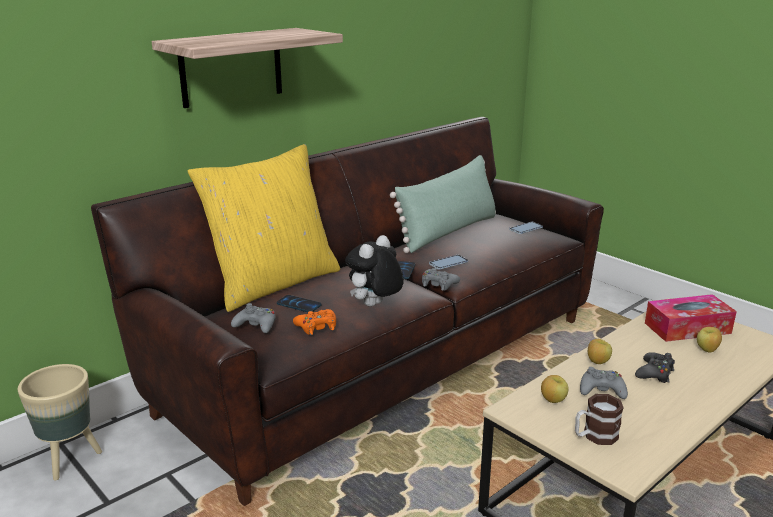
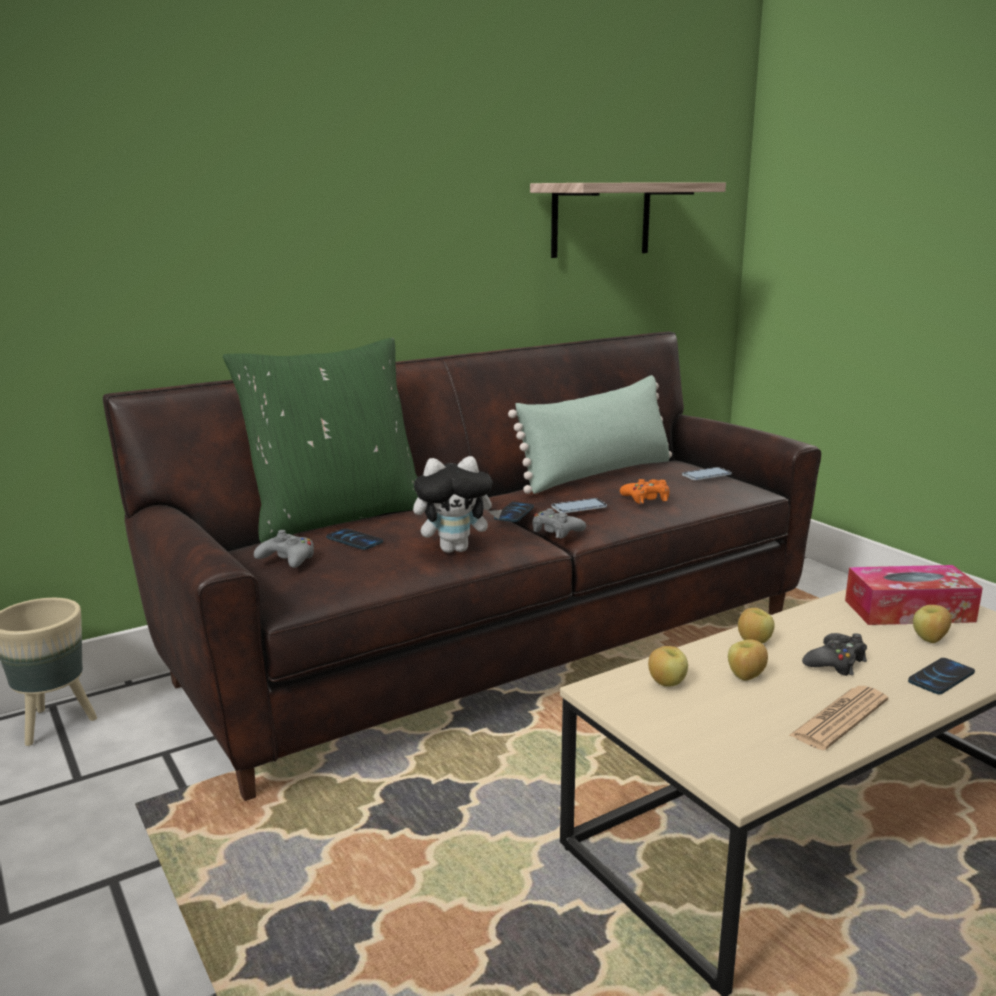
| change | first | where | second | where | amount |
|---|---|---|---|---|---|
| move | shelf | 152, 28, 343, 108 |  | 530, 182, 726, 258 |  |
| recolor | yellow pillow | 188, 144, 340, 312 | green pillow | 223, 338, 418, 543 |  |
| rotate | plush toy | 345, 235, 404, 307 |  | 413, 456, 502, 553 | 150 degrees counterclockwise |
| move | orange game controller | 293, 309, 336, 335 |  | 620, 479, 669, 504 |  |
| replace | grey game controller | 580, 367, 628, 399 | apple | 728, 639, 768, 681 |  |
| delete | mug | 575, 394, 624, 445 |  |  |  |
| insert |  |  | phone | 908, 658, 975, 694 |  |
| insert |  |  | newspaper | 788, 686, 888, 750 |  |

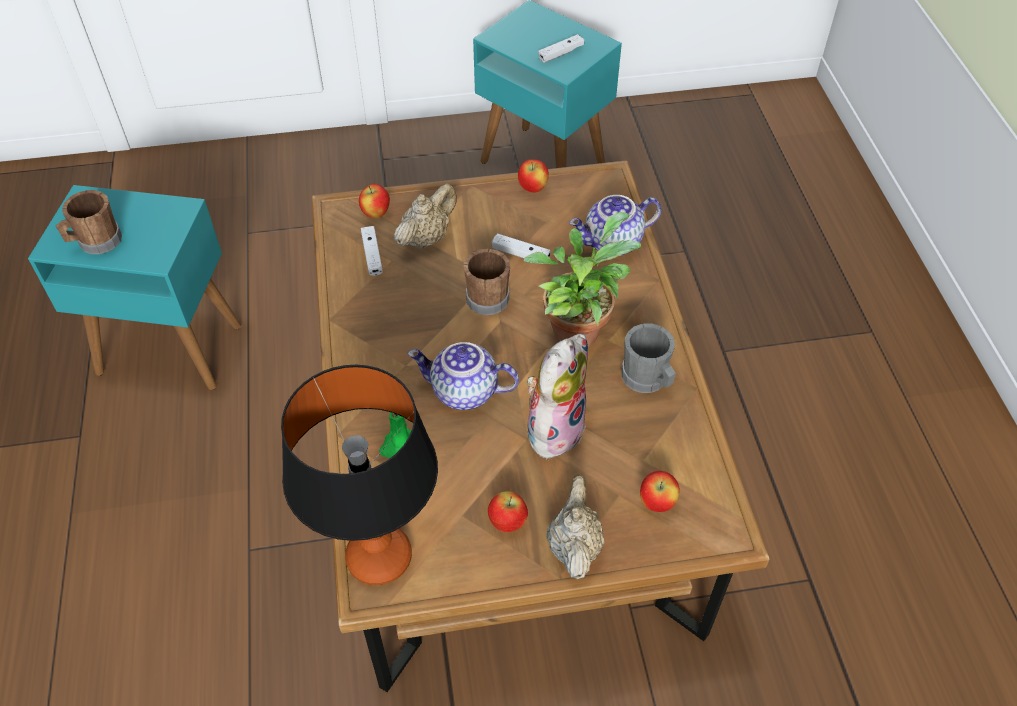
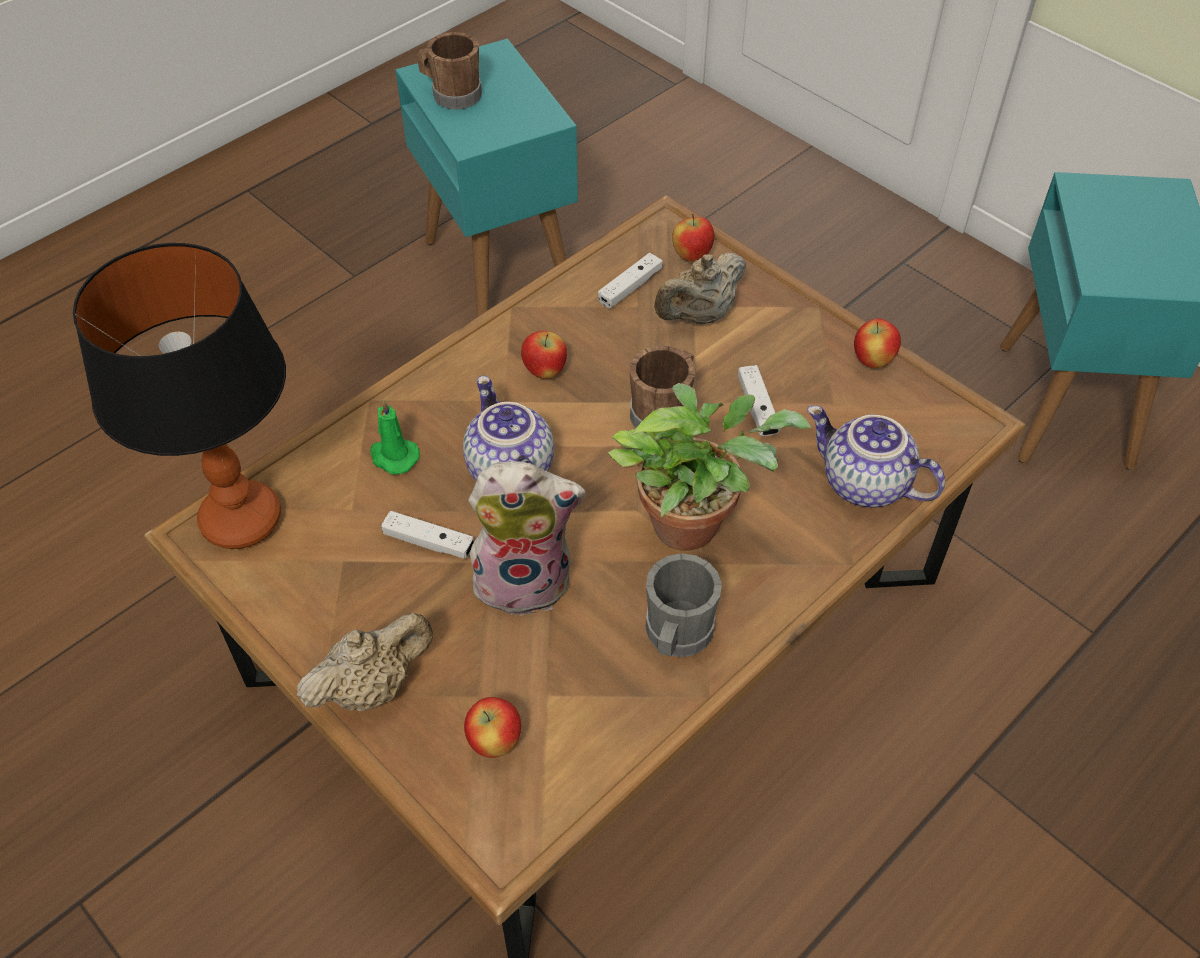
| change | first | where | second | where | amount |
|---|---|---|---|---|---|
| move | white game controller | 538, 34, 584, 63 |  | 381, 511, 474, 559 |  |
| rotate | beige teapot | 394, 183, 457, 249 |  | 654, 253, 746, 324 | 135 degrees clockwise |
| move | apple | 488, 491, 528, 532 |  | 521, 331, 567, 379 |  |

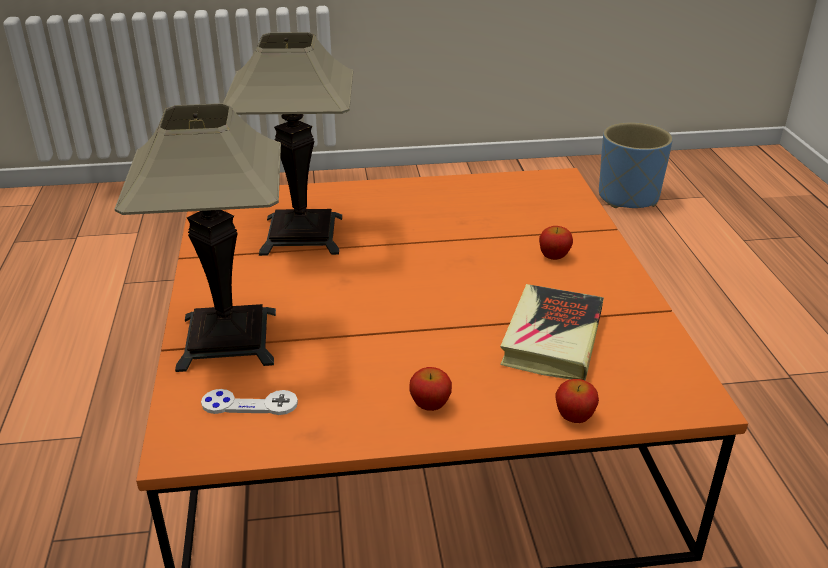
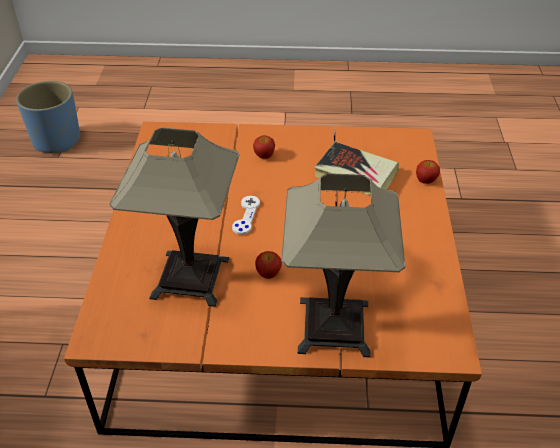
| change | first | where | second | where | amount |
|---|---|---|---|---|---|
| move | apple | 409, 367, 452, 411 |  | 255, 251, 282, 279 |  |
| move | white game controller | 201, 389, 298, 415 |  | 232, 196, 260, 235 |  |

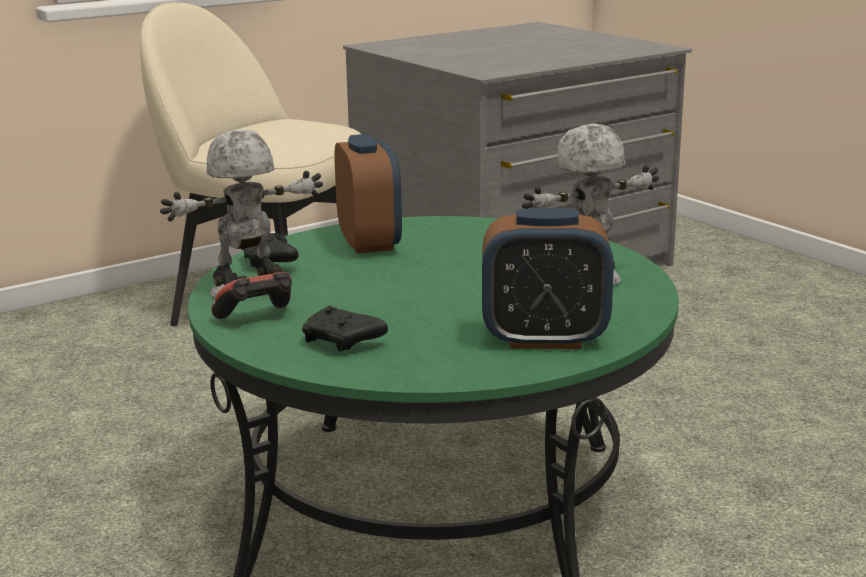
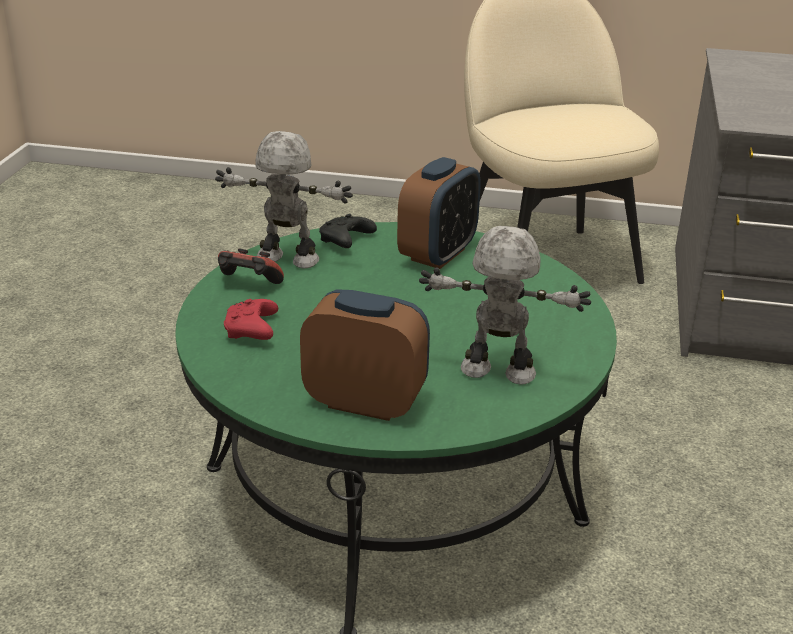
| change | first | where | second | where | amount |
|---|---|---|---|---|---|
| rotate | alarm clock | 482, 208, 614, 349 |  | 300, 289, 430, 421 | 150 degrees clockwise |
| recolor | black game controller | 302, 306, 388, 351 | red game controller | 224, 299, 278, 340 |  |

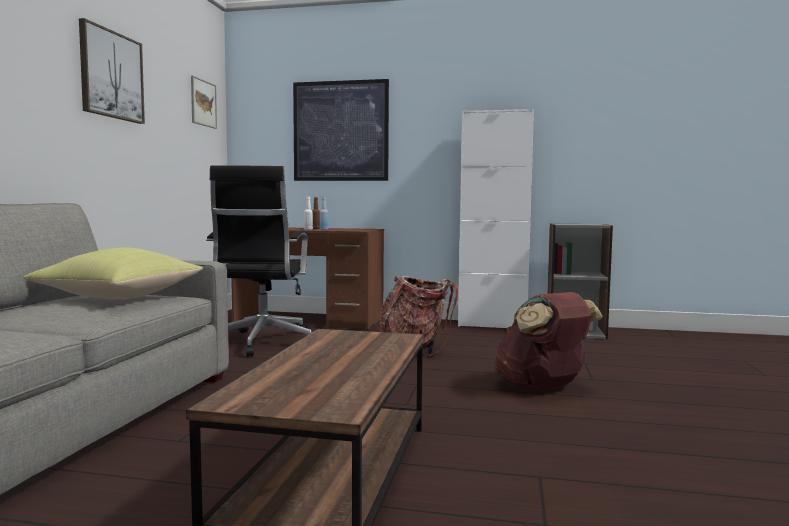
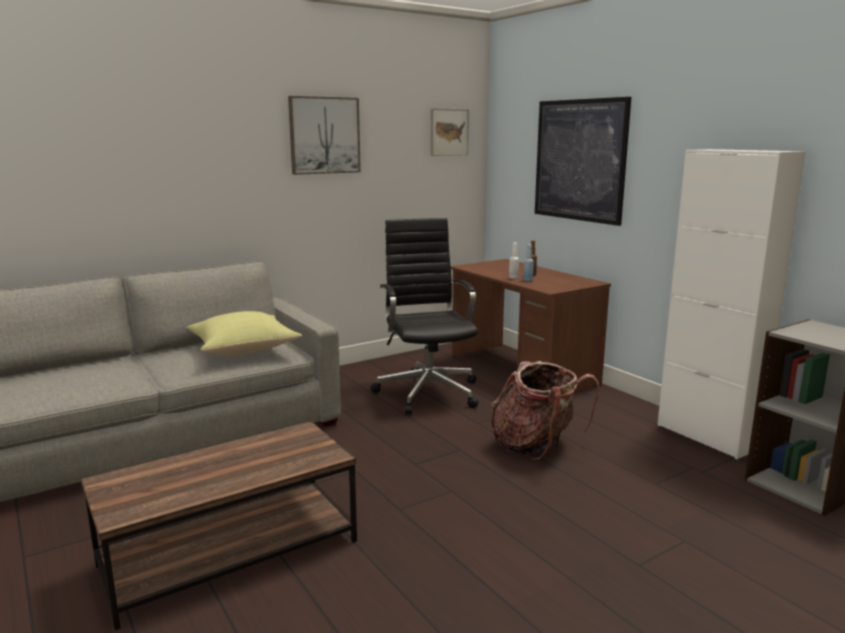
| change | first | where | second | where | amount |
|---|---|---|---|---|---|
| rotate | black office chair | 206, 165, 311, 357 |  | 370, 218, 479, 414 | 120 degrees clockwise |
| delete | brown backpack | 494, 292, 603, 390 |  |  |  |

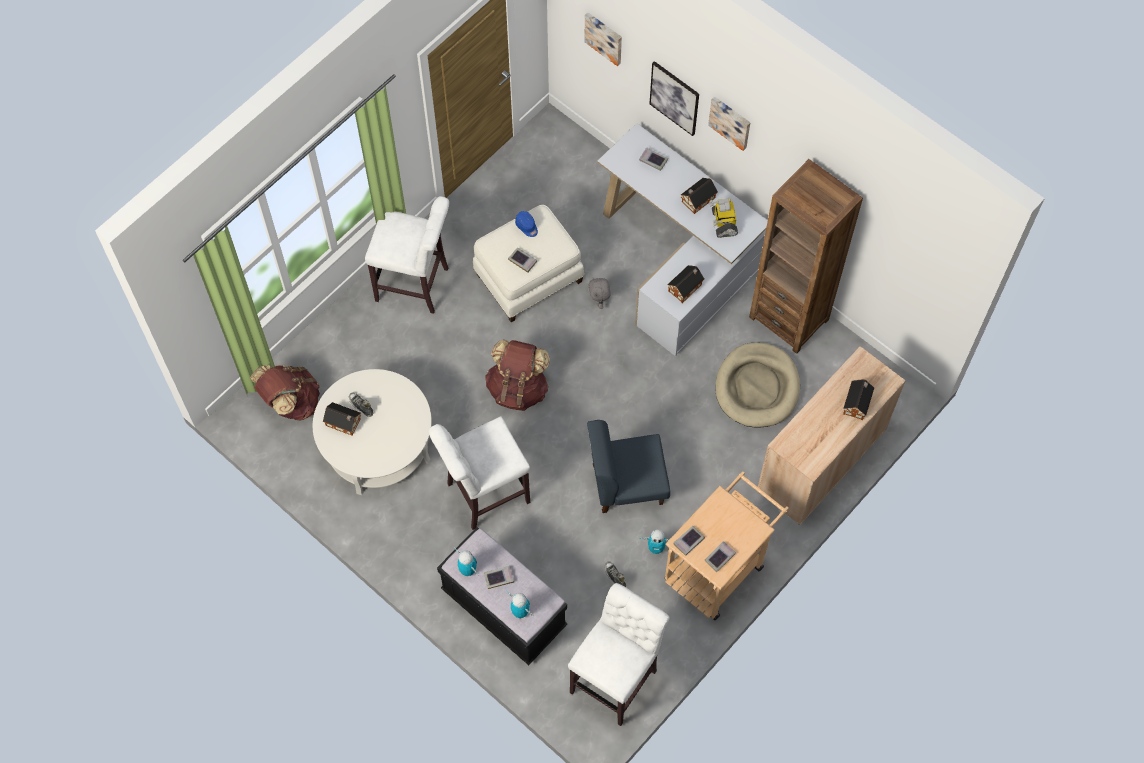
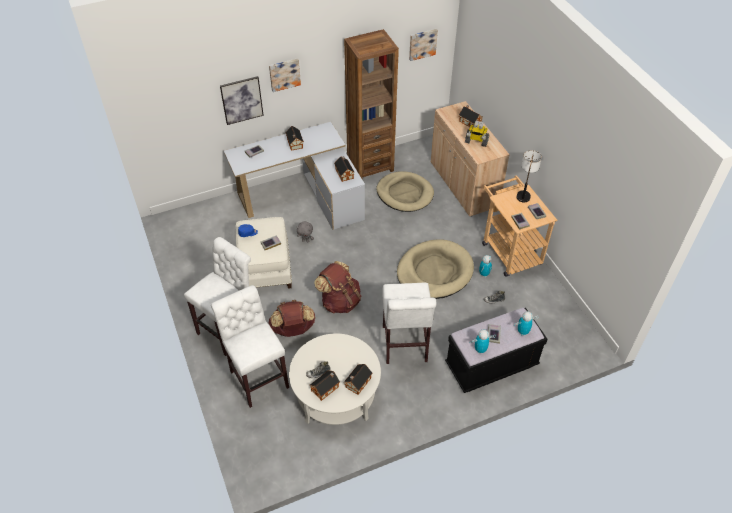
| change | first | where | second | where | amount |
|---|---|---|---|---|---|
| move | picture | 584, 13, 622, 66 |  | 409, 29, 438, 61 |  |
| move | toy robot | 709, 199, 738, 238 |  | 465, 121, 489, 147 |  |
| move | brown backpack | 250, 365, 320, 420 |  | 269, 300, 316, 337 |  |
| replace | blue chair | 587, 420, 670, 513 | beige dog bed | 397, 239, 474, 299 |  |
| move | white stool | 568, 583, 669, 726 |  | 211, 285, 289, 408 |  |
| insert |  |  | table lamp | 517, 150, 542, 203 |  |
| insert |  |  | toy house | 344, 364, 372, 395 |  |

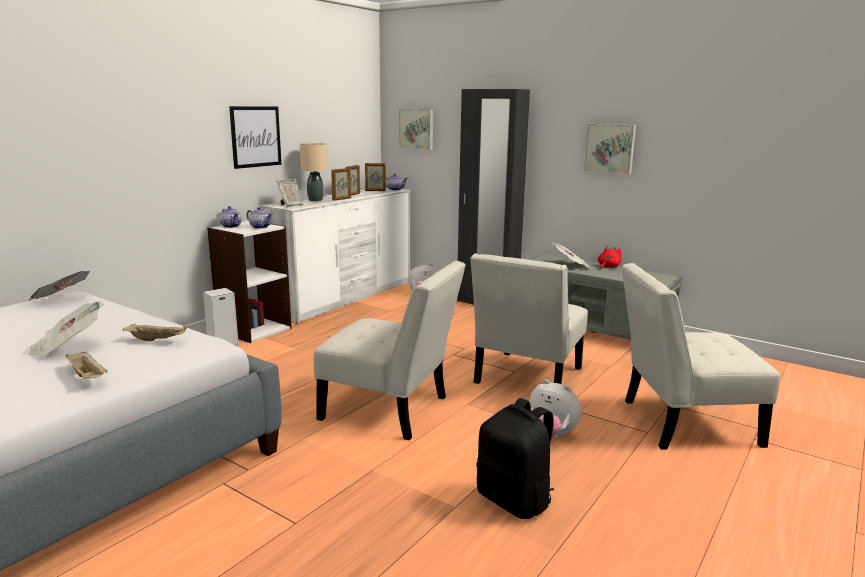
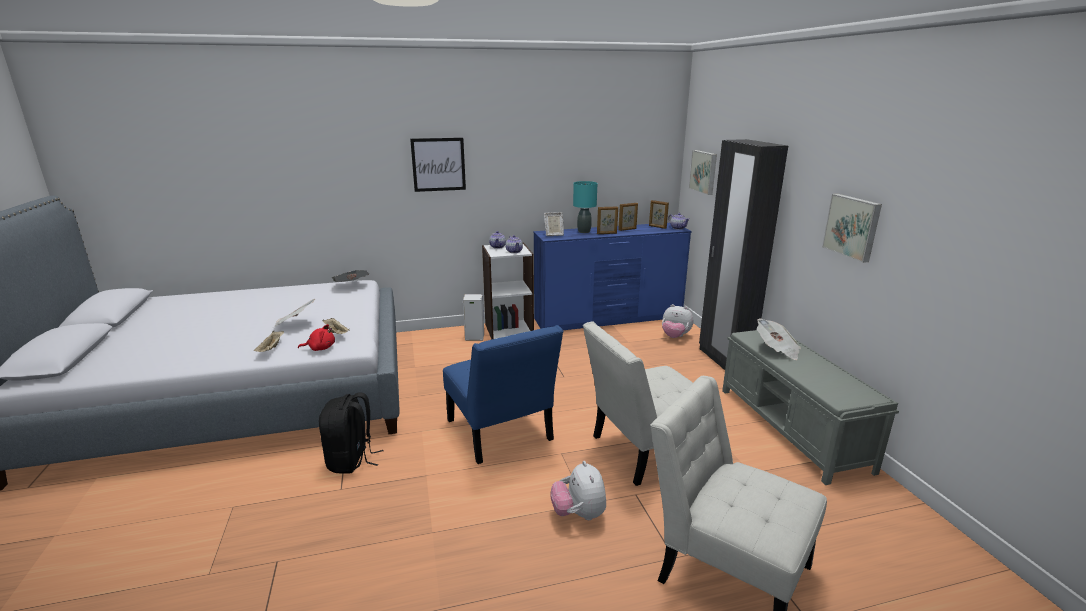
| change | first | where | second | where | amount |
|---|---|---|---|---|---|
| move | picture | 229, 106, 282, 169 |  | 410, 138, 466, 192 |  |
| recolor | beige table lamp | 300, 143, 328, 201 | turquoise table lamp | 573, 181, 597, 233 |  |
| recolor | white dresser | 260, 188, 410, 323 | blue dresser | 533, 223, 692, 330 |  |
| move | red plush toy | 598, 246, 621, 269 |  | 298, 324, 335, 351 |  |
| recolor | white chair | 314, 261, 466, 440 | blue chair | 443, 325, 563, 464 |  |
| move | black backpack | 477, 398, 555, 519 |  | 319, 392, 383, 473 |  |

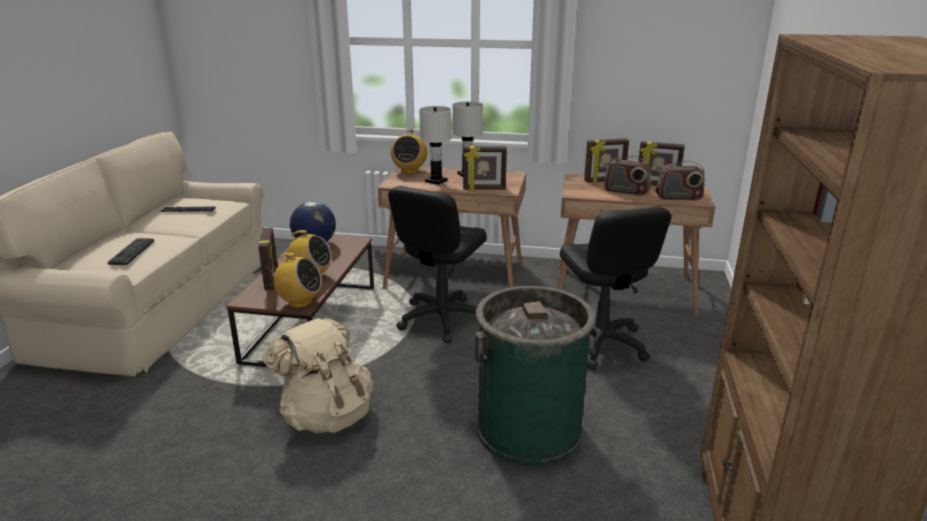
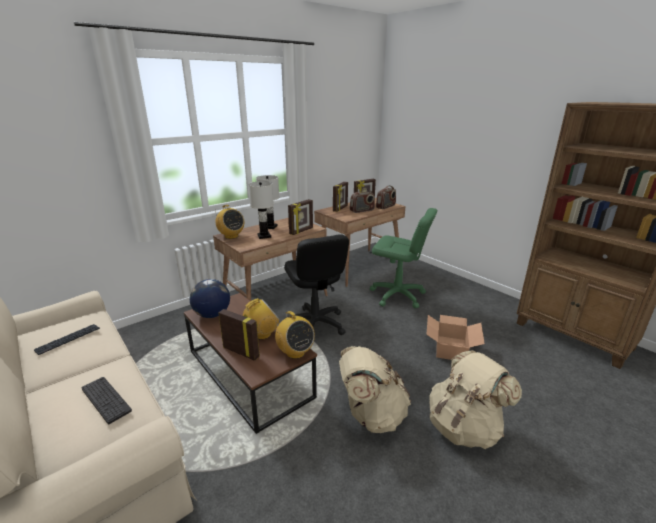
| change | first | where | second | where | amount |
|---|---|---|---|---|---|
| recolor | black office chair | 560, 206, 671, 370 | green office chair | 370, 208, 437, 308 |  |
| rotate | radio | 269, 253, 322, 308 |  | 274, 311, 315, 359 | 90 degrees clockwise |
| replace | green trash can | 475, 286, 596, 467 | cardboard box | 427, 315, 485, 360 |  |
| insert |  |  | beige backpack | 430, 350, 522, 449 |  |

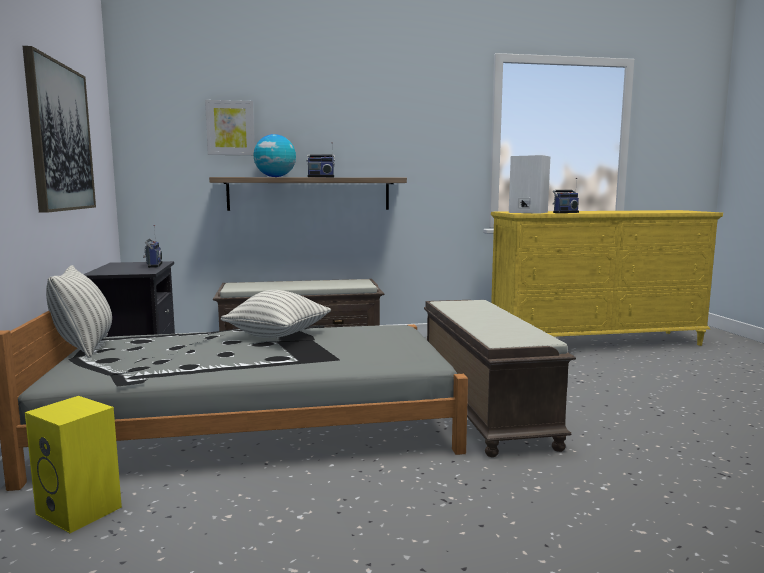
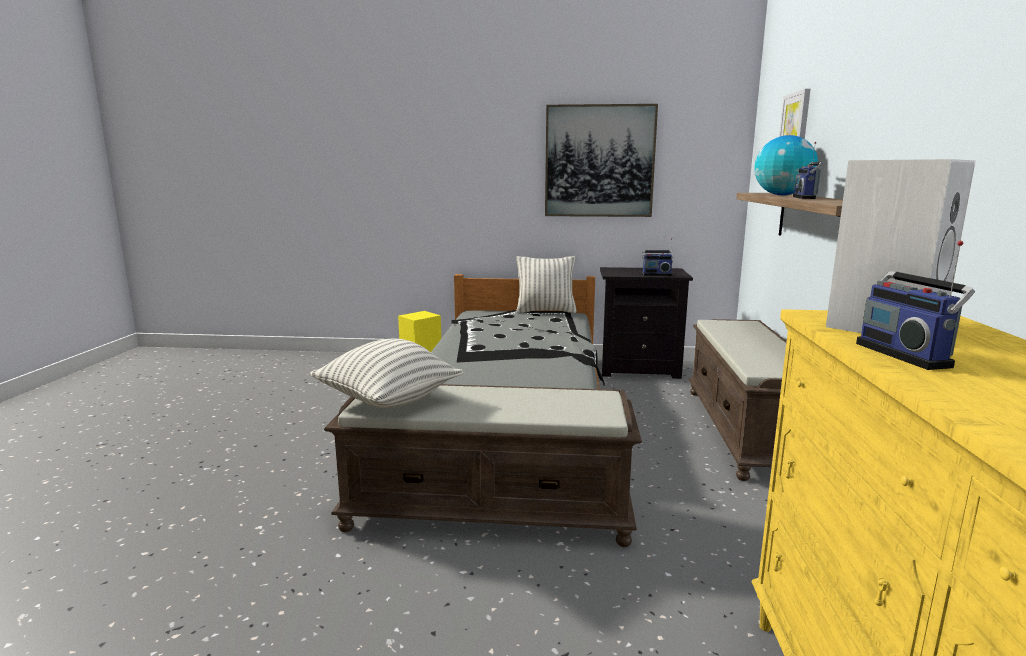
| change | first | where | second | where | amount |
|---|---|---|---|---|---|
| move | pillow | 221, 290, 331, 338 |  | 310, 339, 463, 408 |  |

